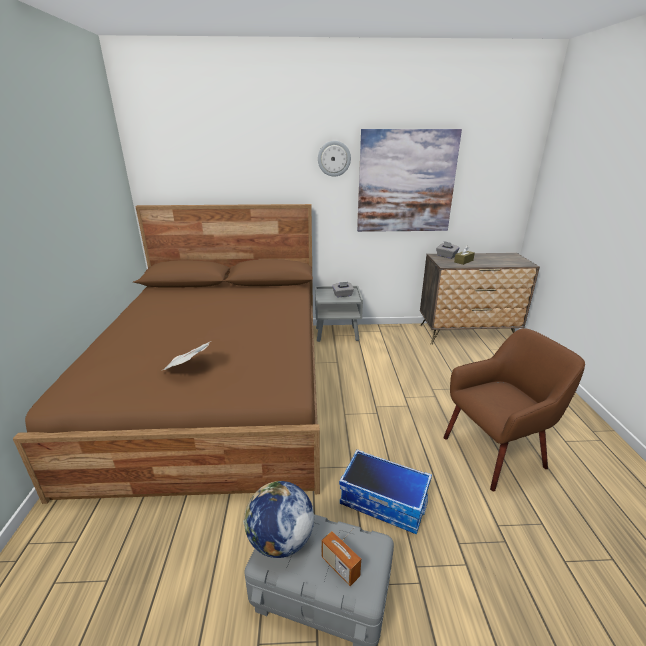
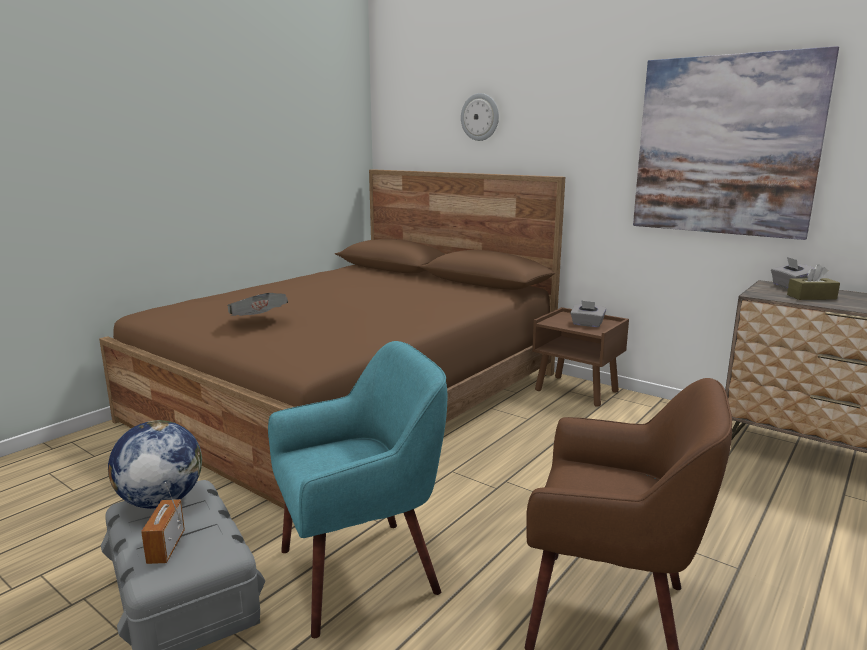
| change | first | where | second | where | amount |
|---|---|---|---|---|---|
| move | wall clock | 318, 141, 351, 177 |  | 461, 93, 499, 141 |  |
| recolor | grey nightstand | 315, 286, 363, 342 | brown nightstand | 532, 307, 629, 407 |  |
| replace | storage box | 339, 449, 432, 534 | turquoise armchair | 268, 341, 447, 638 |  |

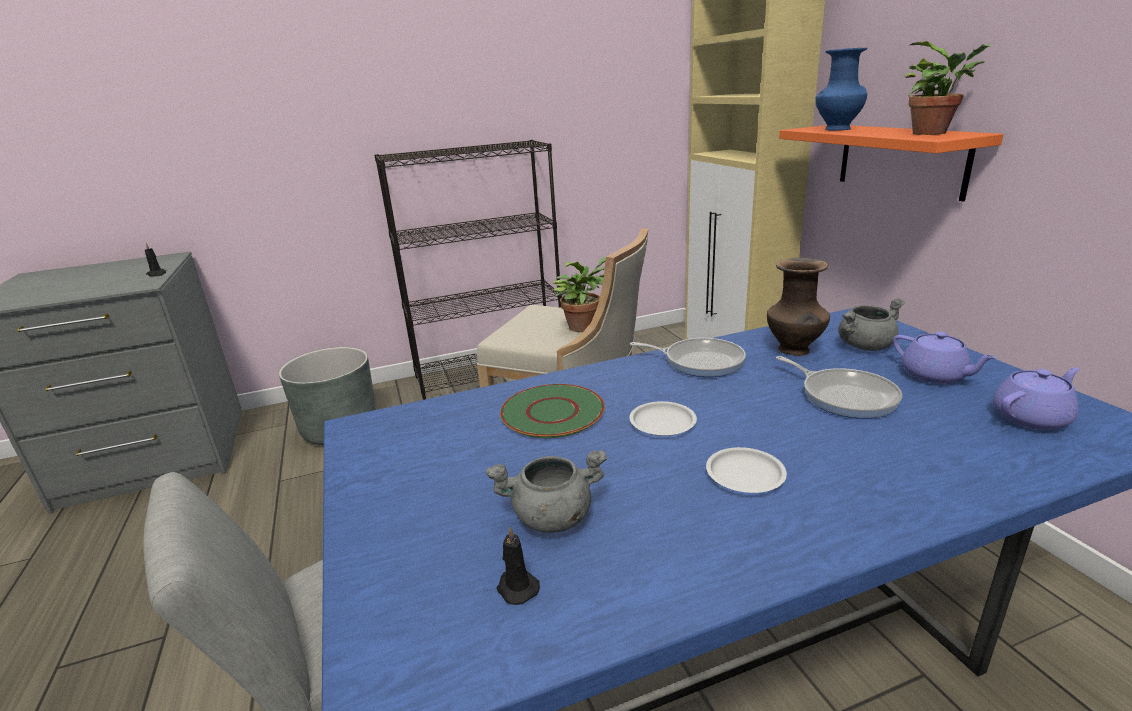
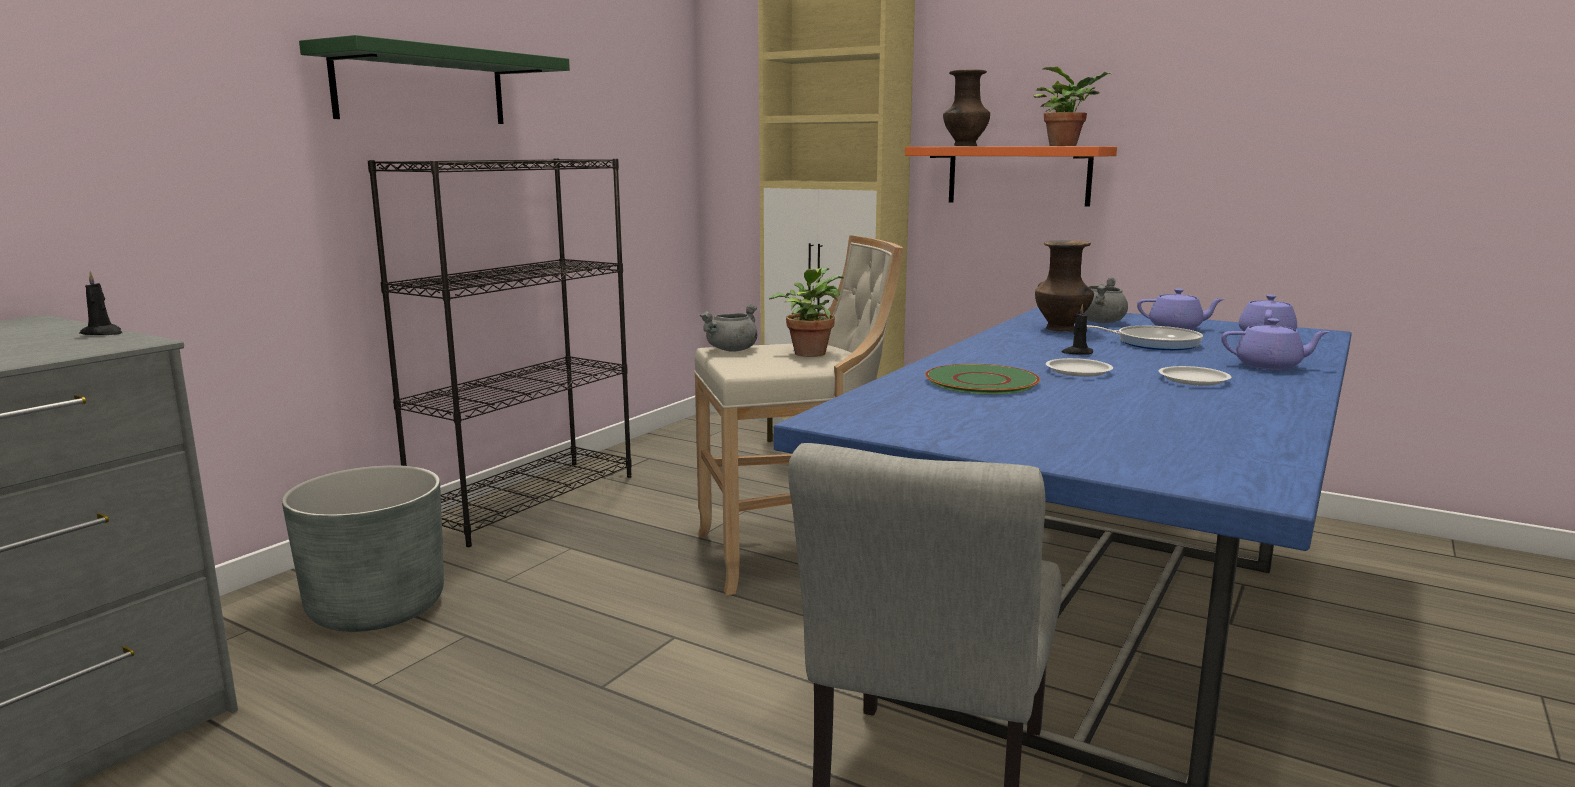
| change | first | where | second | where | amount |
|---|---|---|---|---|---|
| recolor | blue vase | 815, 48, 867, 130 | brown vase | 943, 69, 990, 146 |  |
| delete | frying pan | 630, 338, 746, 377 |  |  |  |
| move | grey cooking pot | 486, 450, 607, 533 |  | 700, 304, 758, 352 |  |
| move | black candle | 497, 527, 540, 605 |  | 1062, 305, 1093, 354 |  |
| insert |  |  | green shelf | 299, 35, 570, 124 |  |
| insert |  |  | purple teapot | 1221, 318, 1331, 370 |  |

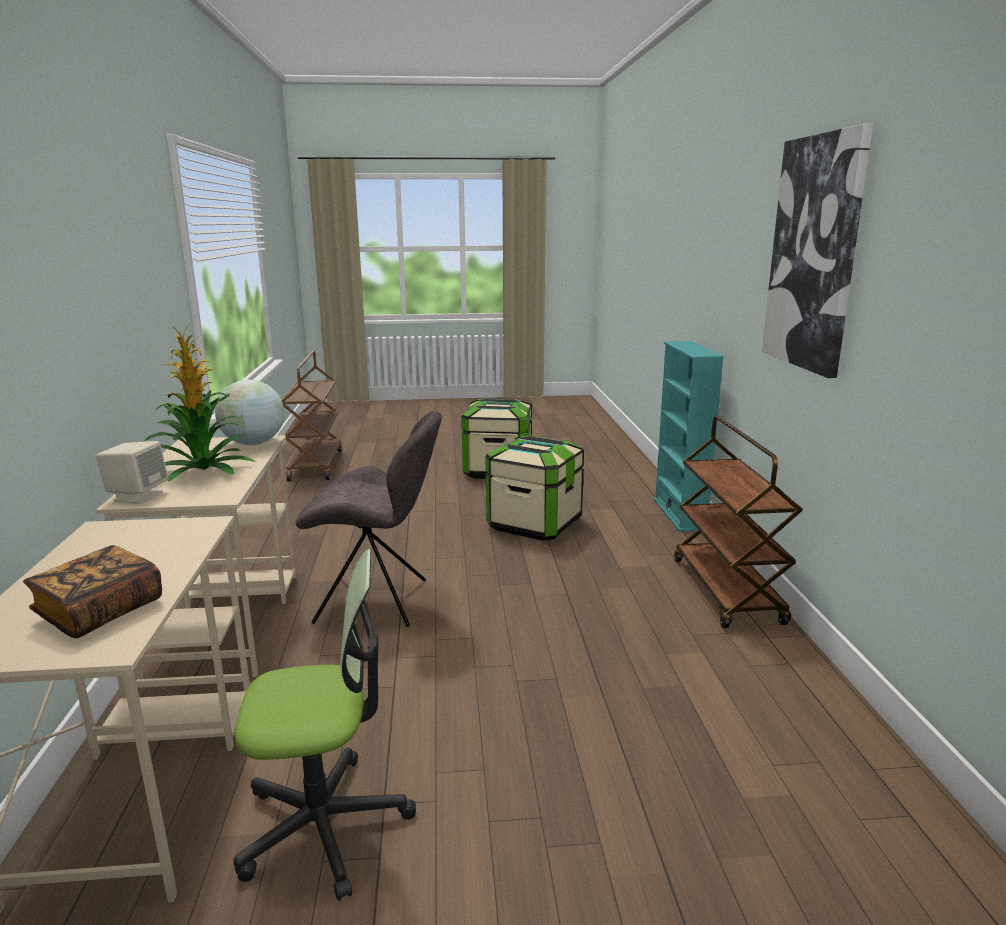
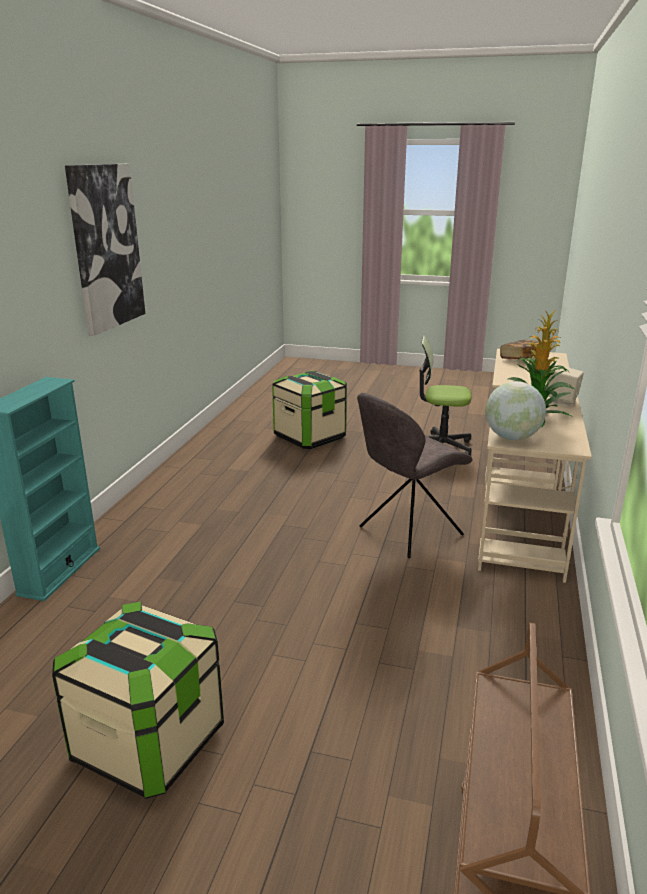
| change | first | where | second | where | amount |
|---|---|---|---|---|---|
| rotate | grey chair | 295, 410, 442, 627 |  | 357, 393, 473, 558 | 60 degrees counterclockwise |
| delete | brown cart | 674, 416, 803, 628 |  |  |  |
| move | storage box | 486, 435, 584, 541 |  | 272, 371, 347, 449 |  |

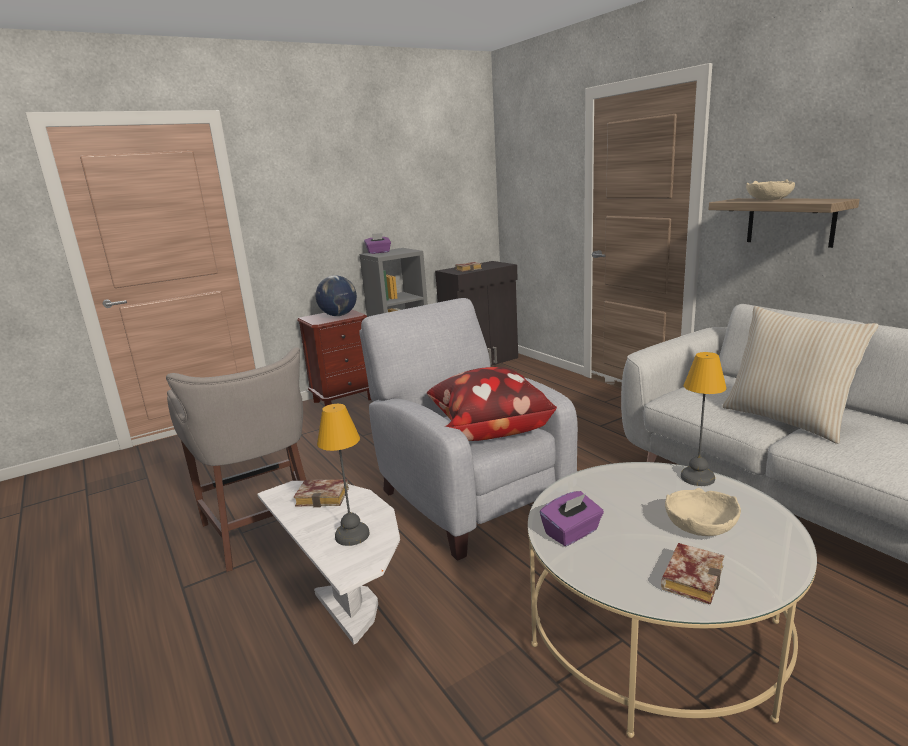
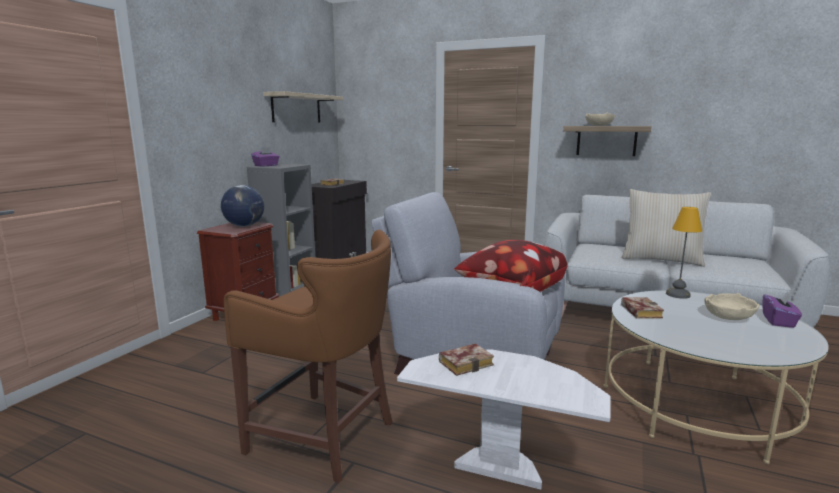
| change | first | where | second | where | amount |
|---|---|---|---|---|---|
| recolor | grey stool | 166, 347, 306, 572 | brown stool | 224, 230, 393, 483 |  |
| delete | table lamp | 317, 404, 370, 546 |  |  |  |
| move | purple tissue box | 540, 491, 604, 546 |  | 762, 291, 802, 328 |  |
| move | book | 661, 543, 724, 605 |  | 621, 297, 664, 318 |  |
| insert |  |  | shelf | 263, 91, 343, 122 |  |

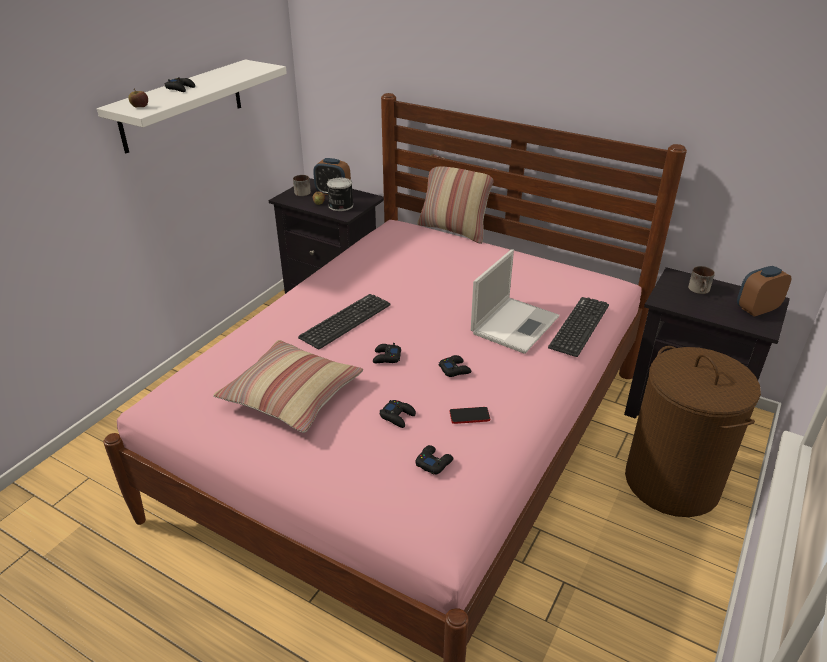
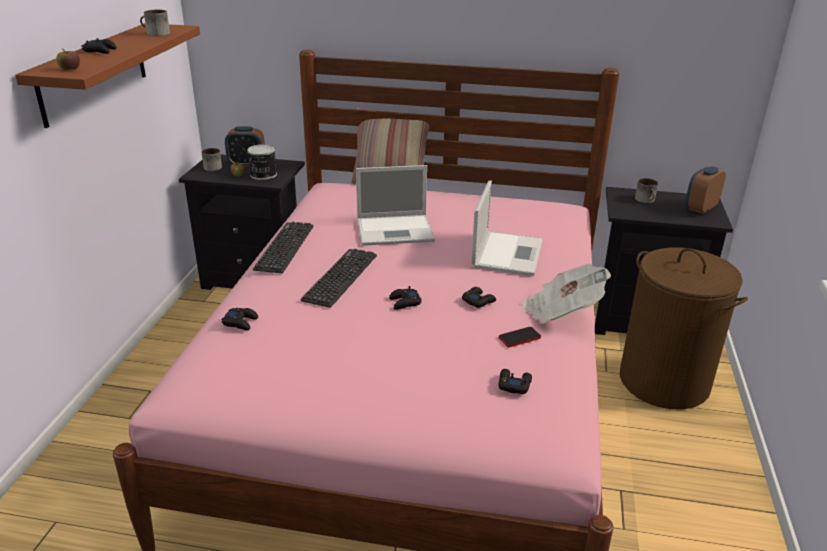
| change | first | where | second | where | amount |
|---|---|---|---|---|---|
| recolor | white shelf | 97, 60, 287, 153 | brown shelf | 15, 23, 200, 128 |  |
| move | keyboard | 548, 297, 609, 357 |  | 253, 222, 313, 273 |  |
| delete | pillow | 213, 340, 363, 433 |  |  |  |
| move | black game controller | 379, 400, 416, 428 |  | 221, 308, 258, 330 |  |
| insert |  |  | mug | 140, 10, 170, 36 |  |
| insert |  |  | laptop | 356, 165, 435, 246 |  |
| insert |  |  | newspaper | 521, 264, 611, 324 |  |

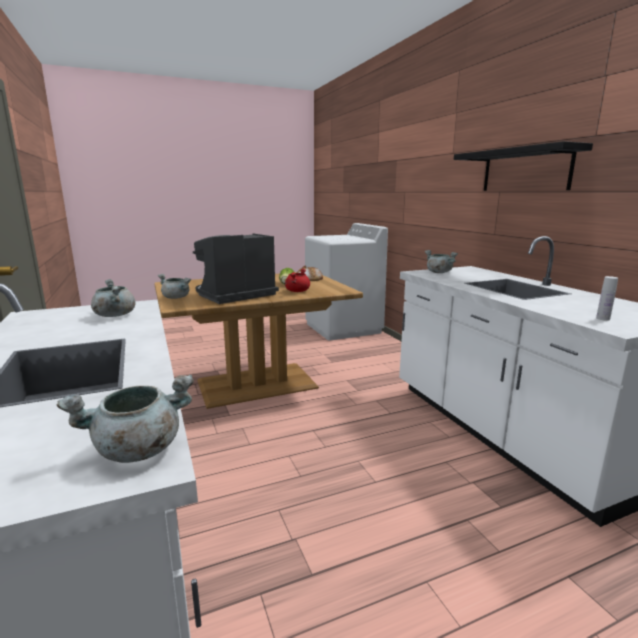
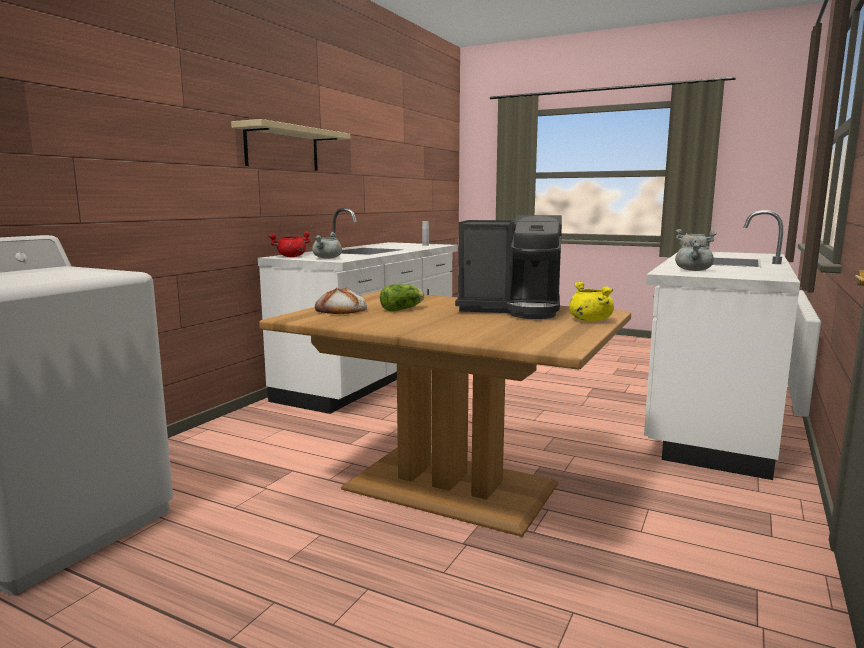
| change | first | where | second | where | amount |
|---|---|---|---|---|---|
| recolor | black shelf | 454, 141, 593, 191 | beige shelf | 231, 119, 350, 171 |  |
| move | red cooking pot | 285, 268, 310, 292 |  | 268, 232, 311, 257 |  |
| recolor | grey cooking pot | 158, 274, 191, 299 | yellow cooking pot | 569, 282, 614, 321 |  |

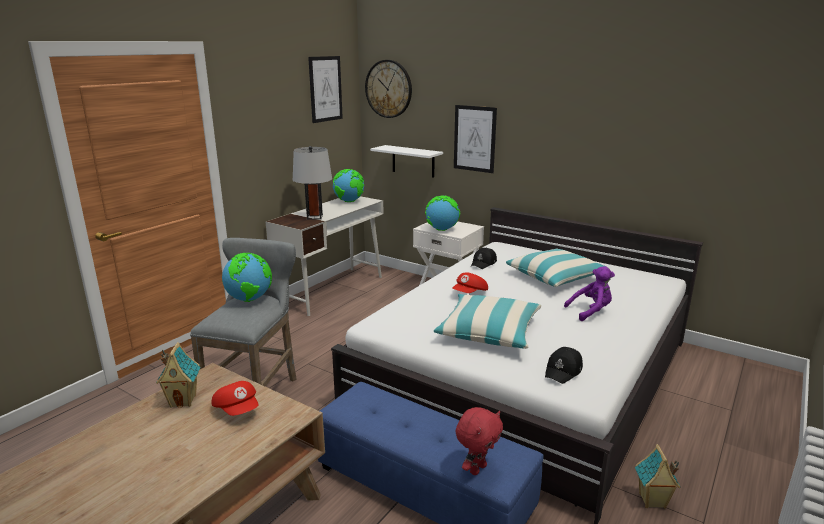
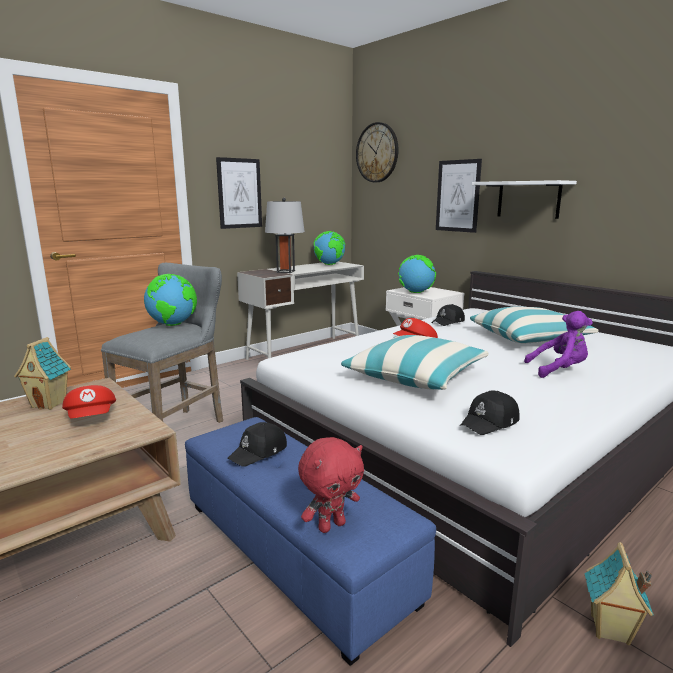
| change | first | where | second | where | amount |
|---|---|---|---|---|---|
| move | picture | 308, 56, 343, 123 |  | 216, 157, 262, 229 |  |
| move | white shelf | 370, 145, 443, 178 |  | 472, 180, 577, 219 |  |
| insert |  |  | black cap | 227, 422, 287, 467 |  |

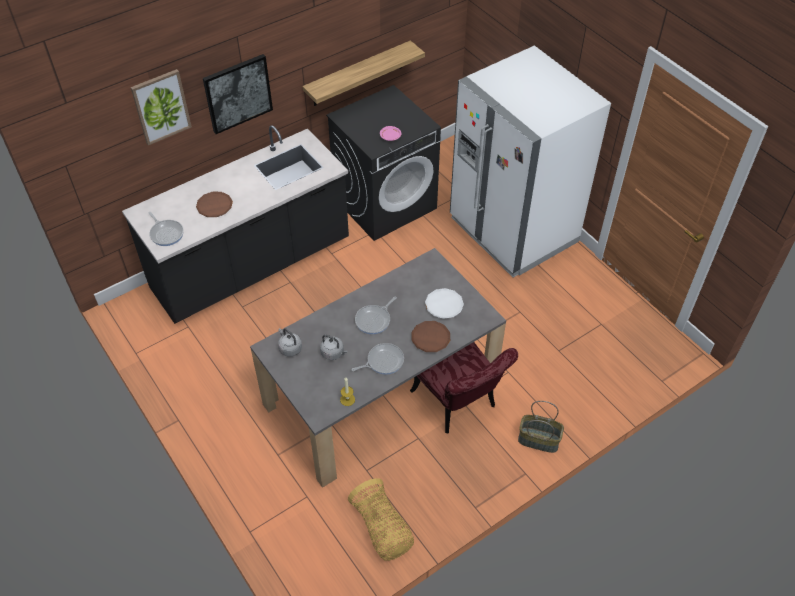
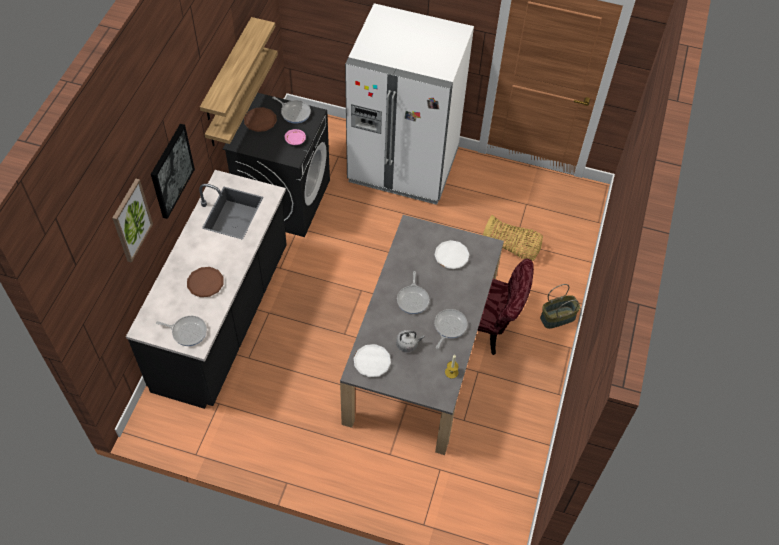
| change | first | where | second | where | amount |
|---|---|---|---|---|---|
| move | brown plate | 411, 321, 450, 352 |  | 244, 107, 277, 132 |  |
| replace | grey kettle | 278, 328, 302, 357 | white plate | 354, 344, 391, 377 |  |
| move | basket | 348, 478, 414, 561 |  | 483, 215, 543, 261 |  |
| insert |  |  | shelf | 200, 17, 275, 120 |  |
| insert |  |  | frying pan | 272, 97, 311, 123 |  |

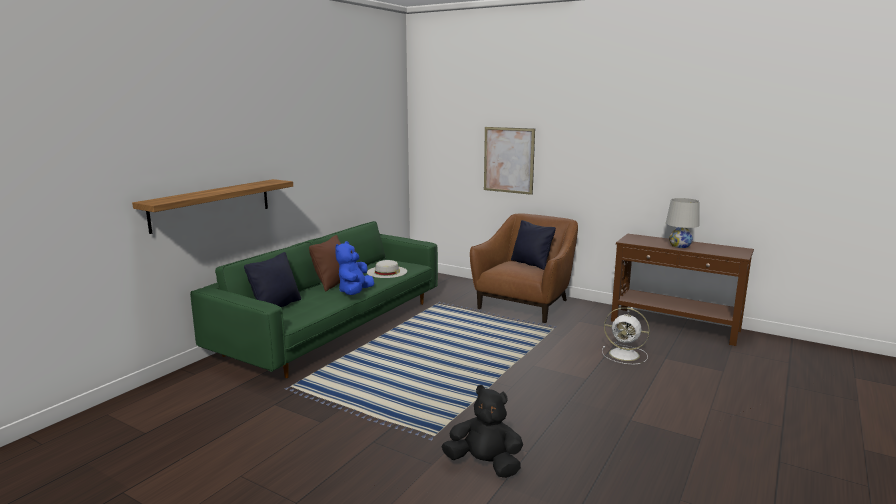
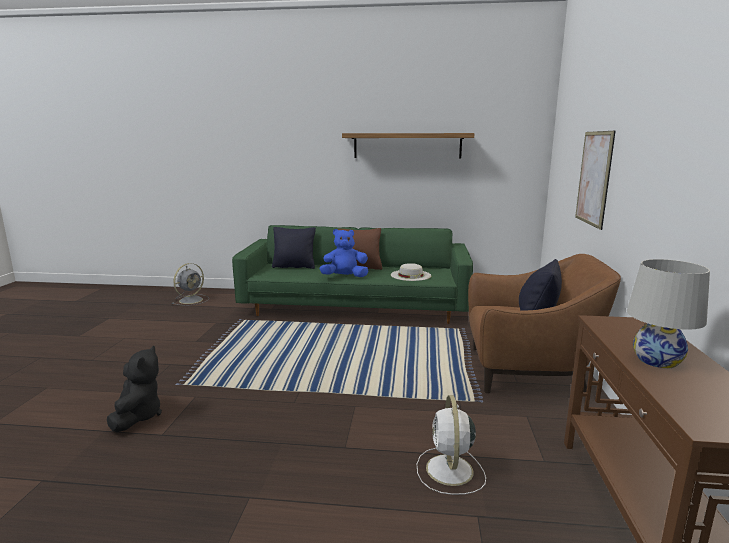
| change | first | where | second | where | amount |
|---|---|---|---|---|---|
| move | shelf | 132, 179, 293, 234 |  | 342, 133, 474, 159 |  |
| insert |  |  | grey fan | 172, 263, 209, 306 |  |

